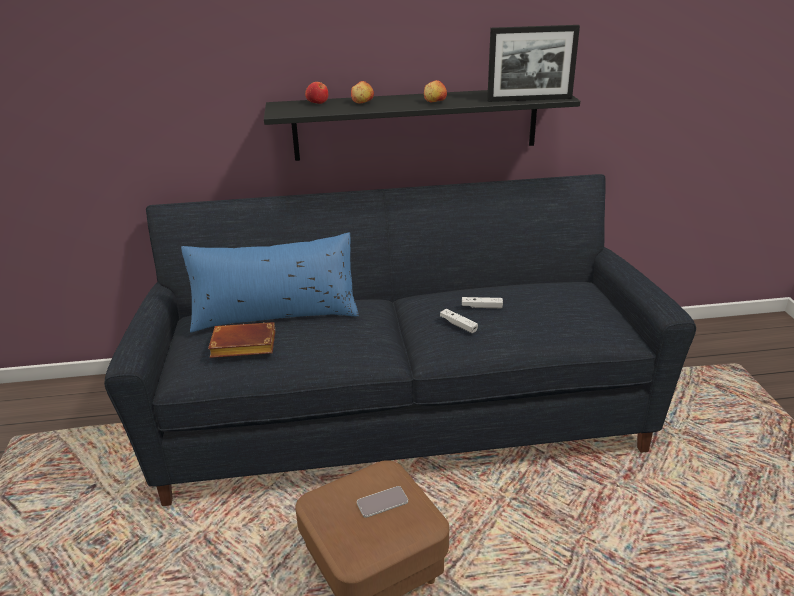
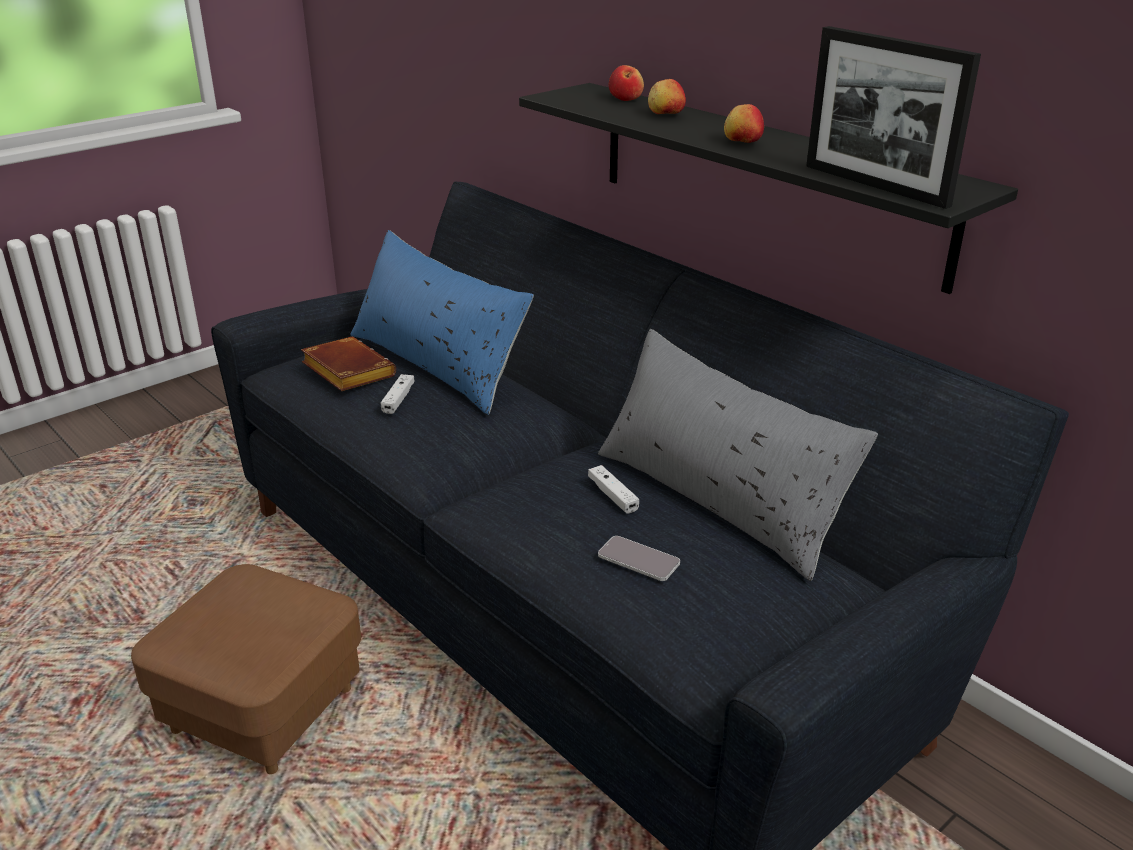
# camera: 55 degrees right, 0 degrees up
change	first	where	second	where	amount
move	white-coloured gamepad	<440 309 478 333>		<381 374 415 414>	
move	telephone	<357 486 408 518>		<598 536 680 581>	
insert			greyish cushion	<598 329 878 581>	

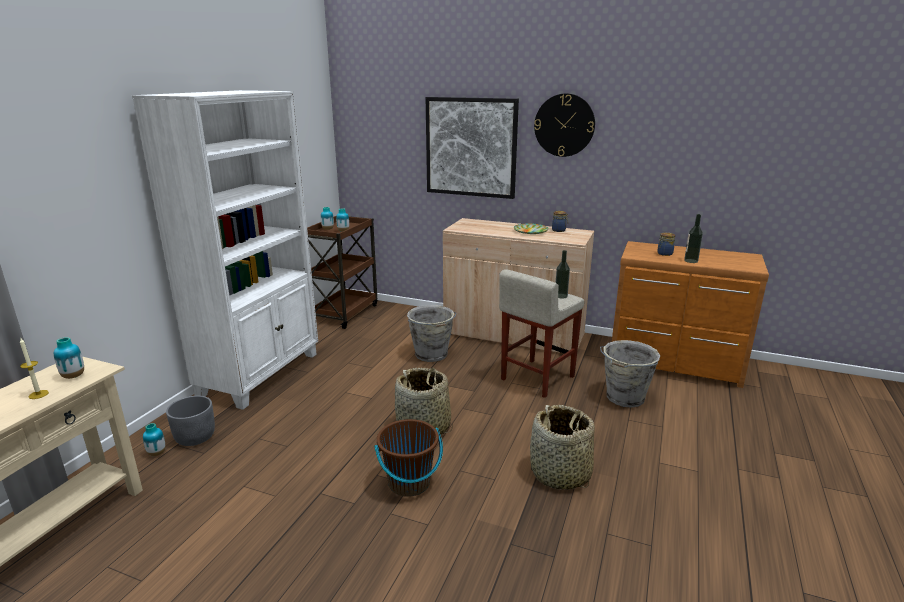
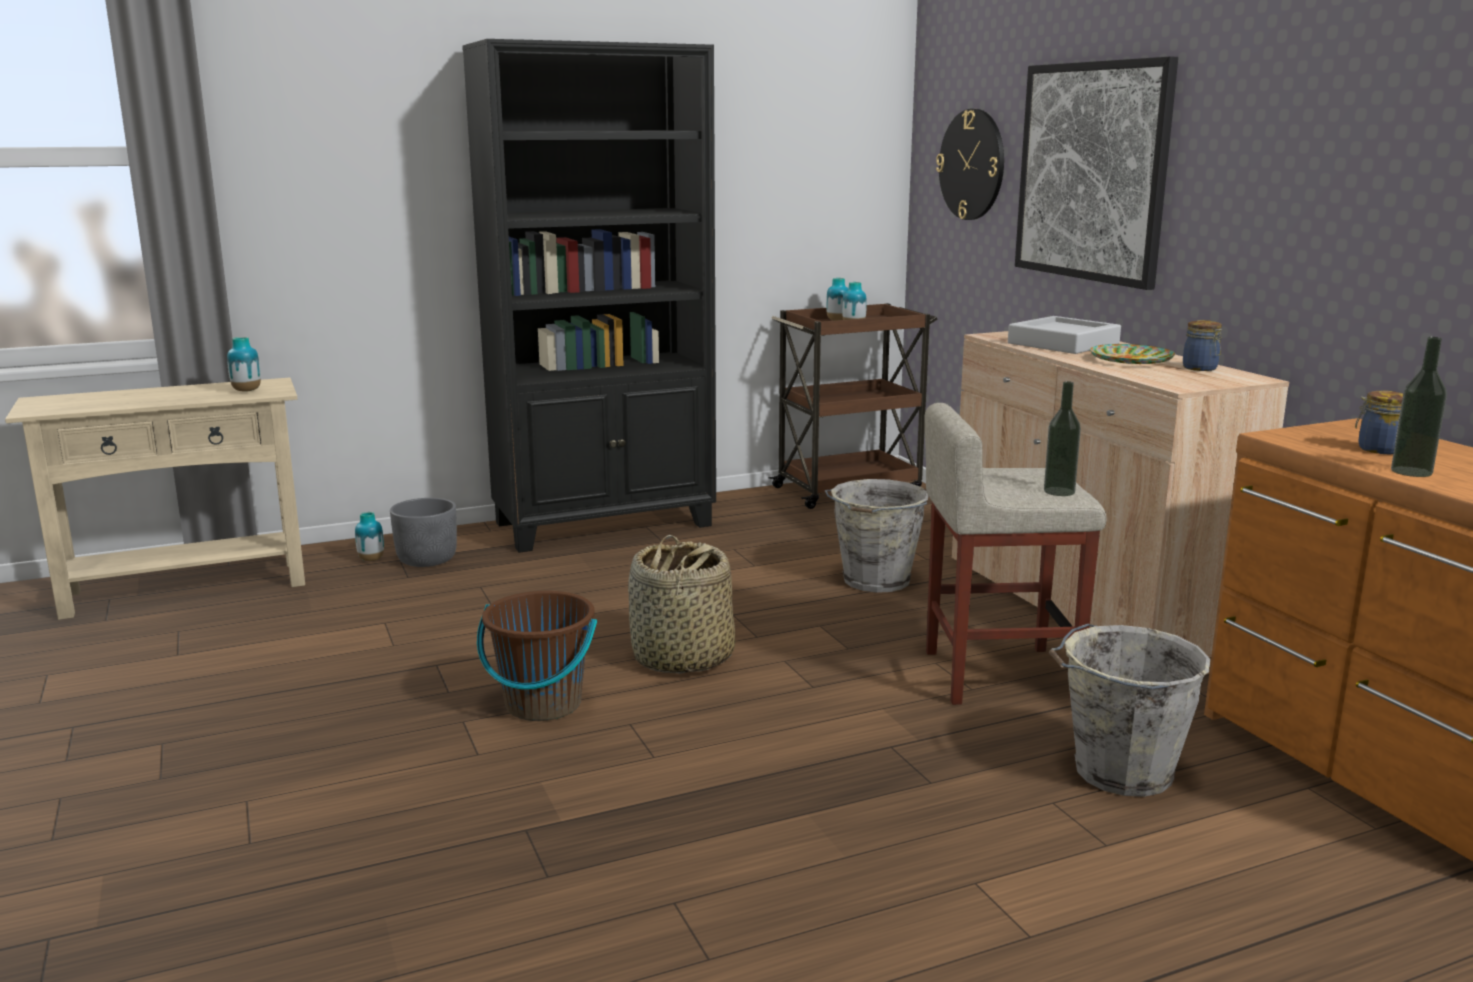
# camera: 45 degrees right, 5 degrees down
change	first	where	second	where	amount
recolor	white-coloured shelving unit	<132 90 318 410>	black-coloured shelving unit	<462 39 716 553>	
move	hanging clock	<534 93 595 157>		<936 109 1004 220>	
delete	candle	<20 339 49 399>			
delete	storage basket	<530 405 595 490>			
insert			greyish tray	<1008 316 1121 354>	

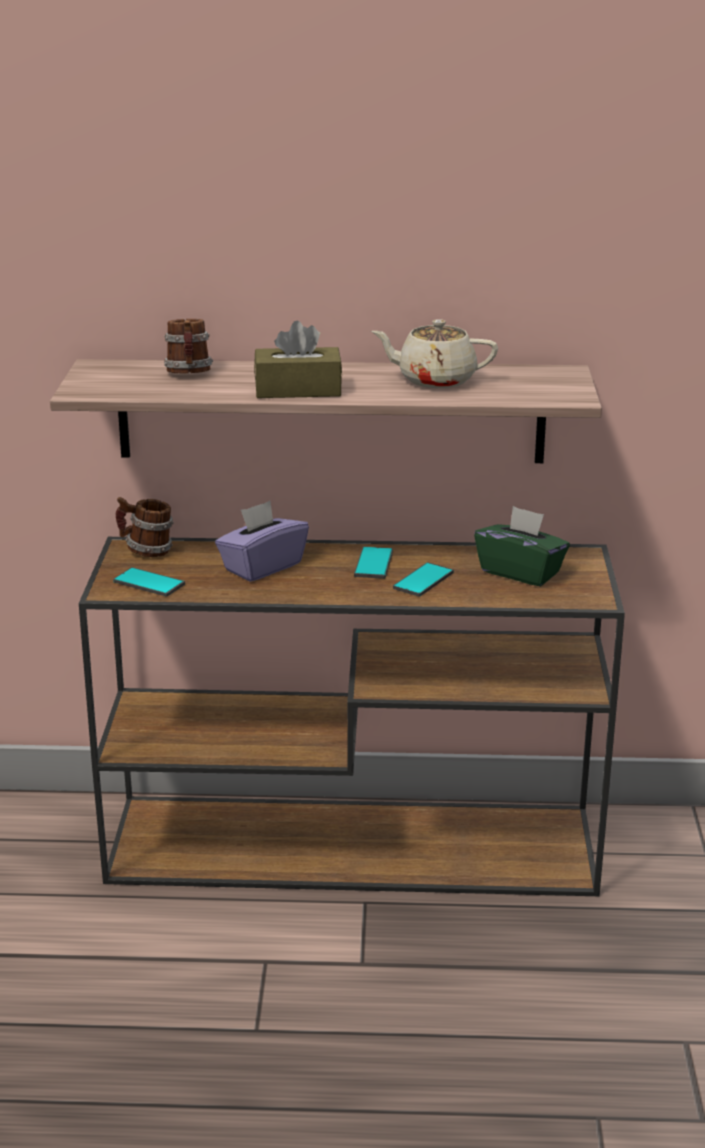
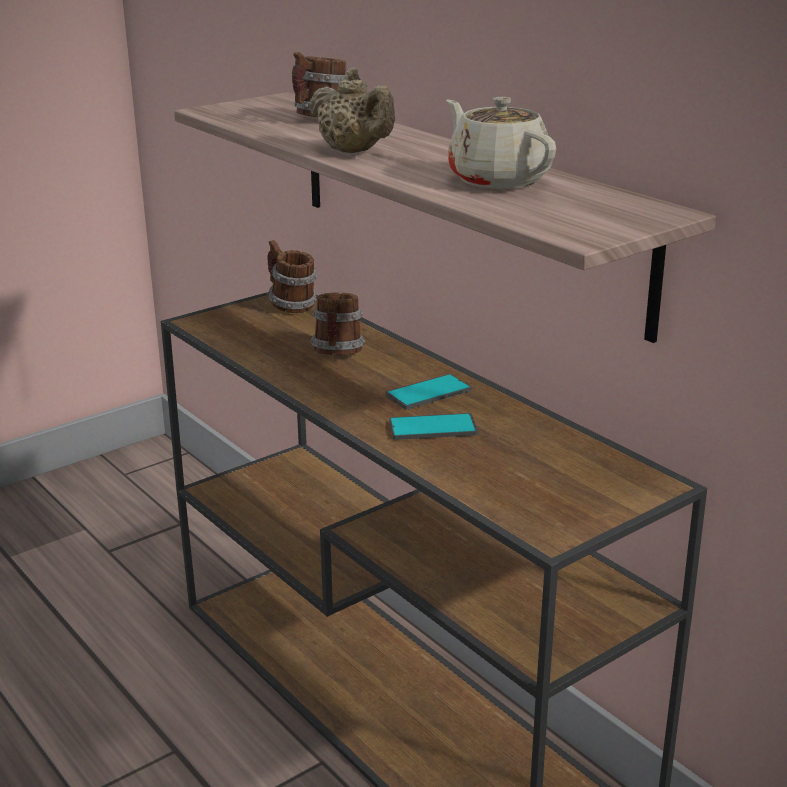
# camera: 50 degrees right, 0 degrees up
change	first	where	second	where	amount
replace	brown box of tissues	<254 321 342 398>	sand-coloured tea pot	<309 67 395 153>	
replace	purple box of tissues	<215 501 309 582>	mug	<310 293 365 355>	
delete	green box of tissues	<474 506 570 586>			
delete	telephone	<113 567 185 597>			

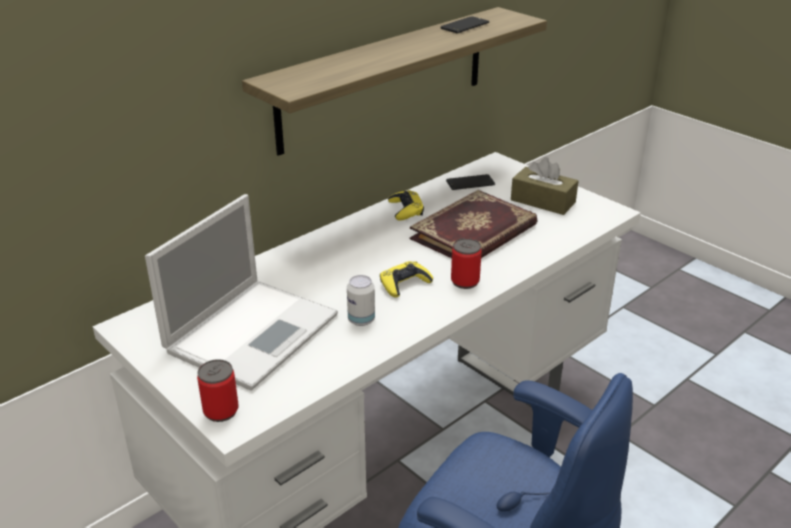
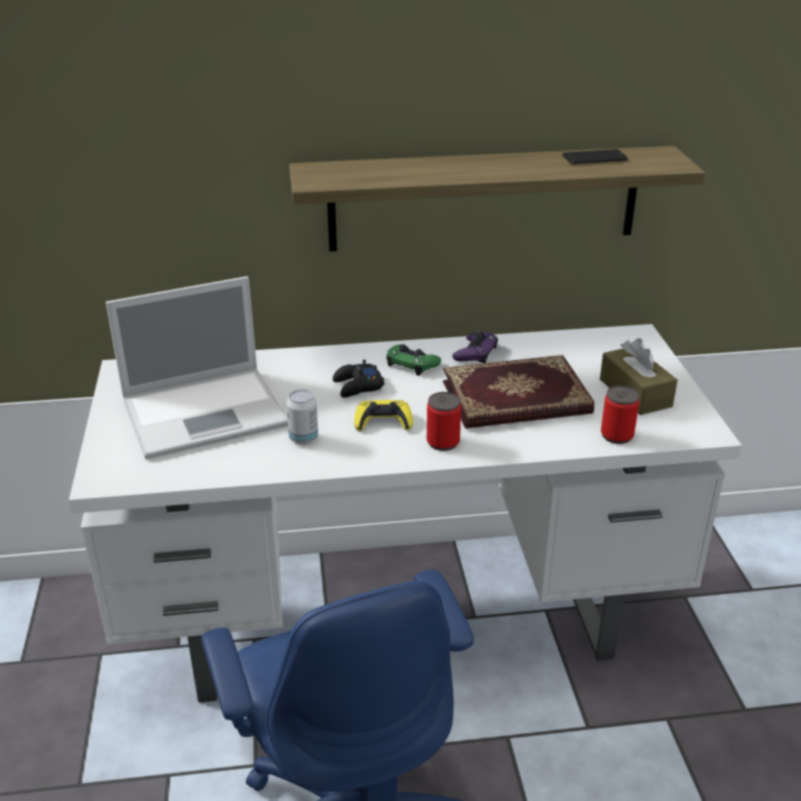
# camera: 35 degrees right, 0 degrees up
change	first	where	second	where	amount
delete	telephone	<446 174 495 190>			
recolor	yellowish gamepad	<388 190 424 220>	purple gamepad	<452 331 498 363>	
move	metal can	<197 359 239 422>		<601 386 640 444>	
insert			green gamepad	<386 344 441 376>	
insert			black-coloured gamepad	<333 360 384 398>	

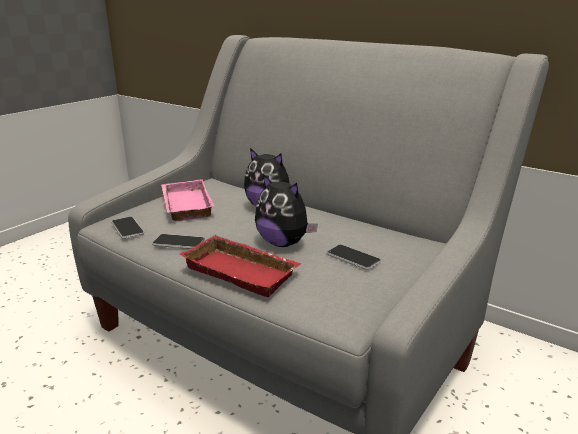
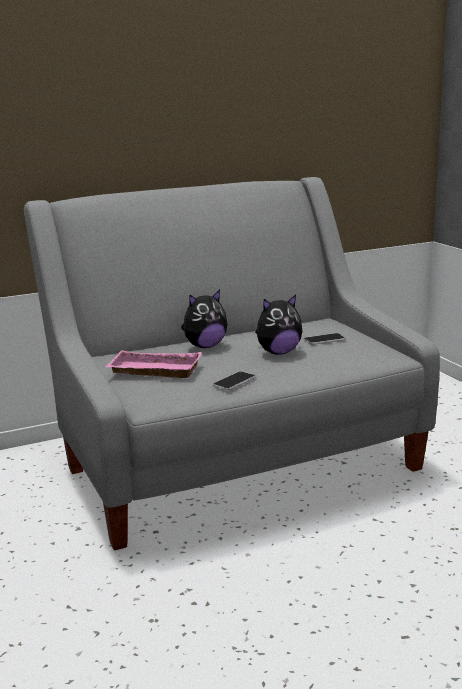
# camera: 60 degrees left, 5 degrees down
change	first	where	second	where	amount
delete	telephone	<111 217 144 239>			
delete	red tray	<179 235 301 297>			

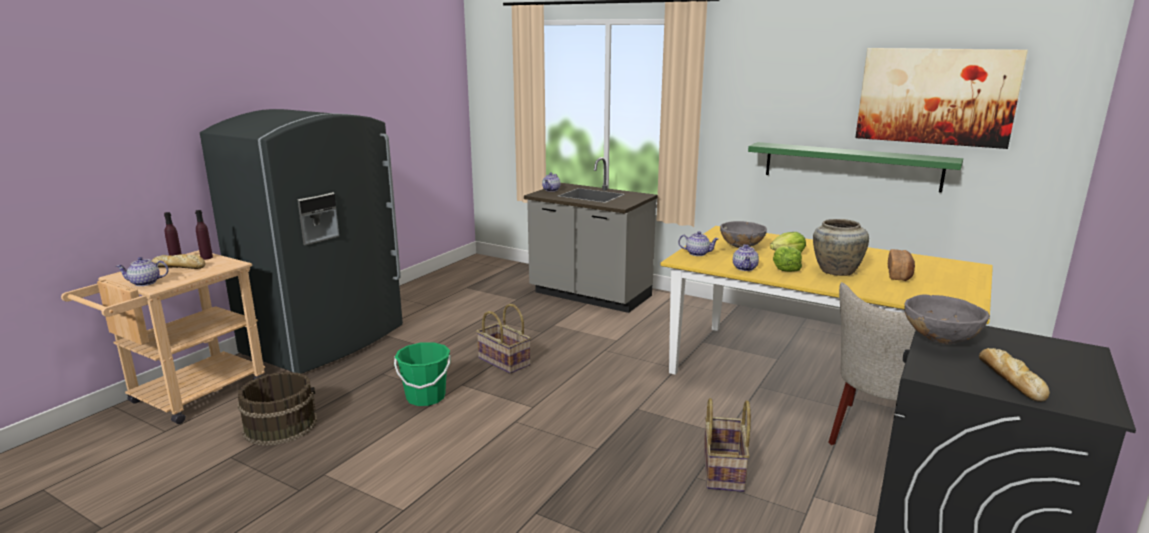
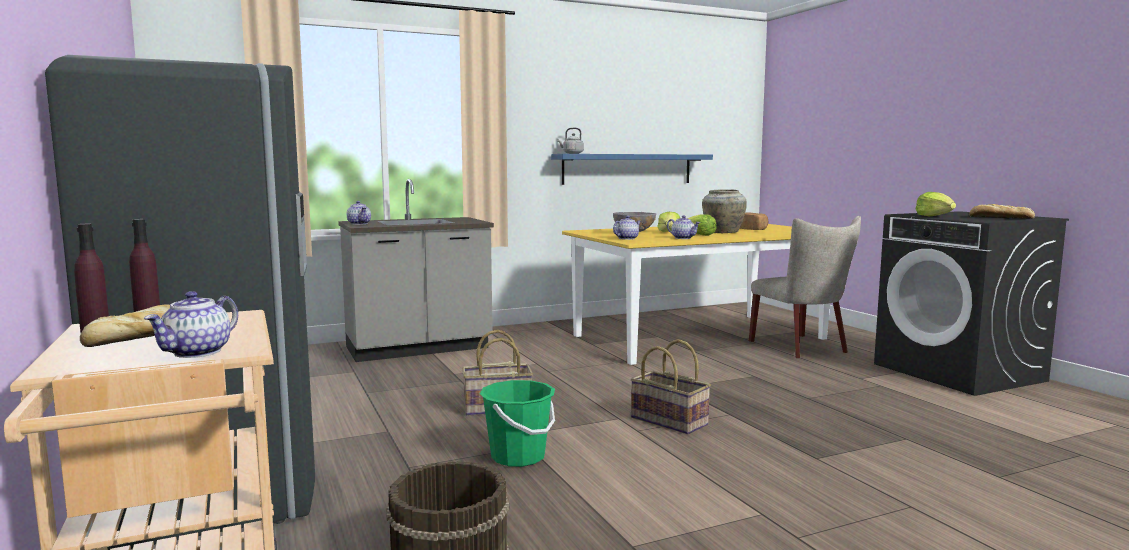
# camera: 55 degrees left, 10 degrees down
change	first	where	second	where	amount
delete	wall art	<855 48 1028 149>			
recolor	green wall shelf	<748 142 963 193>	blue-coloured wall shelf	<551 154 713 185>	
replace	greyish bowl	<904 294 990 344>	lettuce	<916 192 956 216>	
move	storage basket	<704 398 751 492>		<630 339 711 434>	
insert			greyish kettle	<558 128 584 154>	

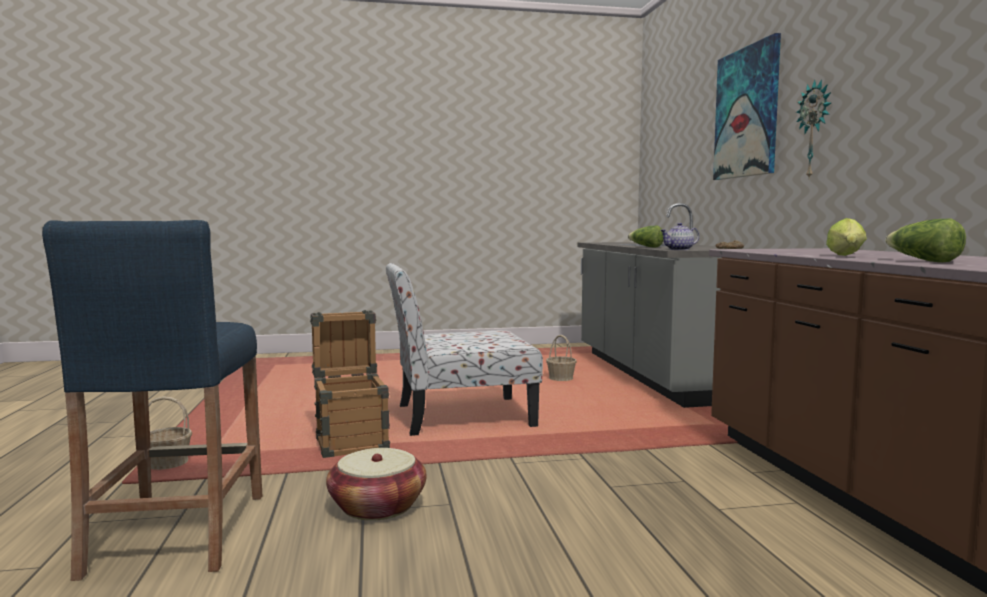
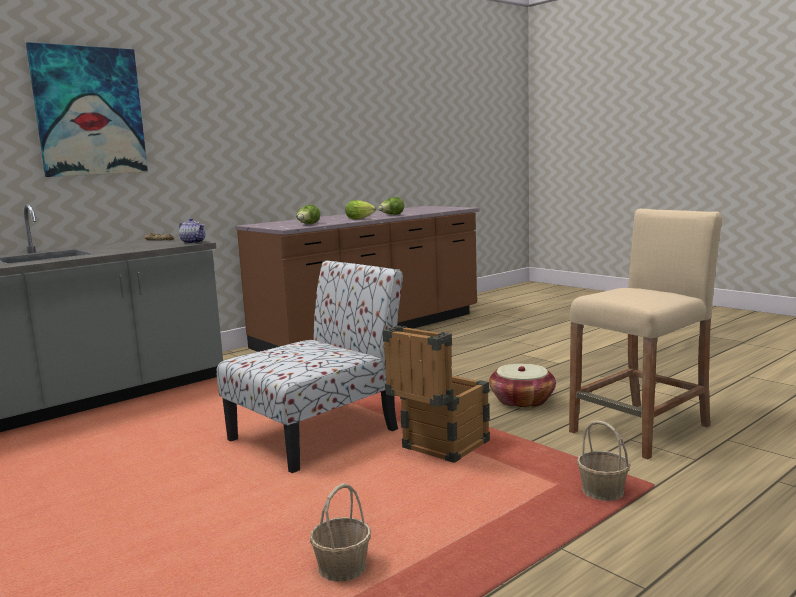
# camera: 120 degrees left, 5 degrees up
change	first	where	second	where	amount
delete	hanging clock	<796 79 831 178>			
recolor	blue-coloured stool seat	<42 220 262 581>	sand-coloured stool seat	<569 209 722 459>	
move	lettuce	<628 226 664 247>		<296 205 320 224>	
rotate	chair	<386 263 543 436>		<216 261 403 473>	90 degrees counterclockwise
move	storage basket	<546 335 577 381>		<310 483 371 582>	

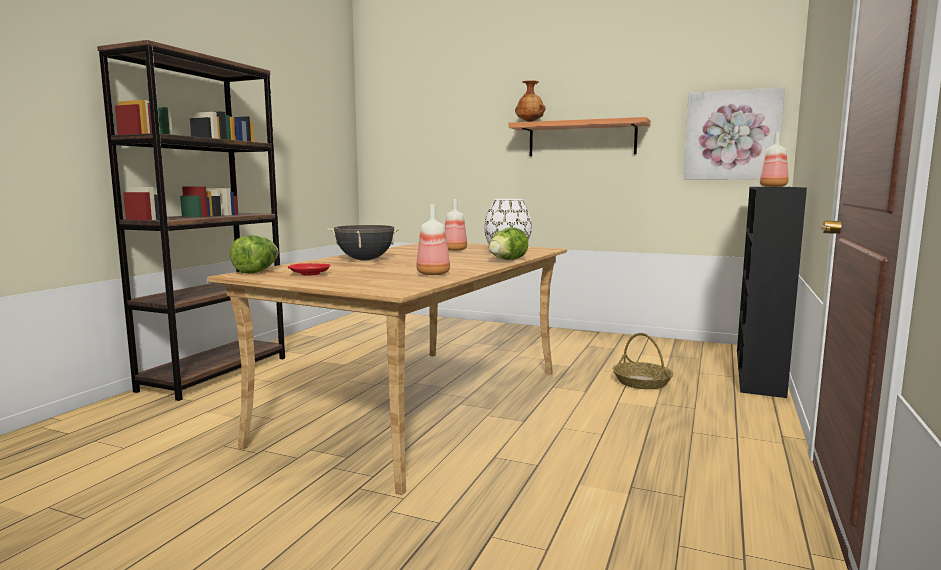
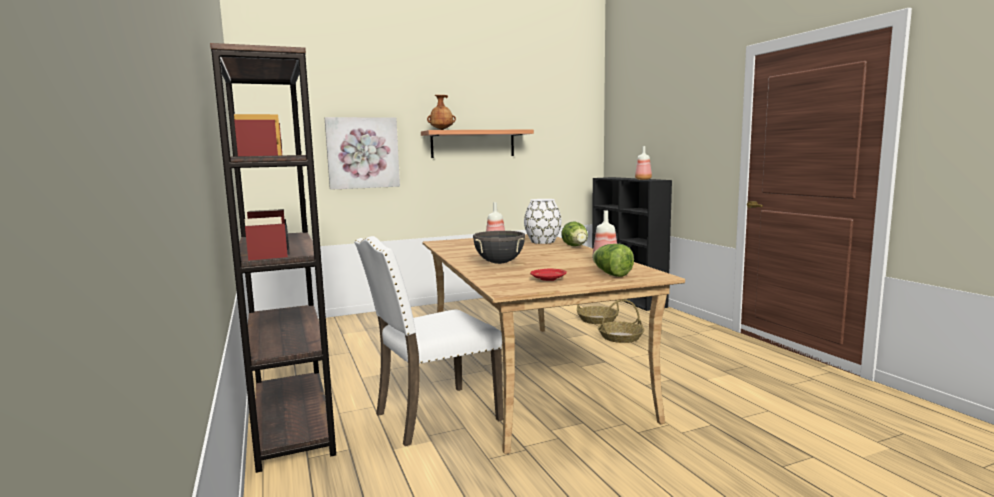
# camera: 45 degrees left, 0 degrees up
change	first	where	second	where	amount
move	wall art	<683 87 785 180>		<325 117 400 190>	
move	lettuce	<230 235 279 274>		<592 244 634 277>	
insert			white-coloured chair	<354 236 503 446>	
insert			storage basket	<598 299 644 343>	

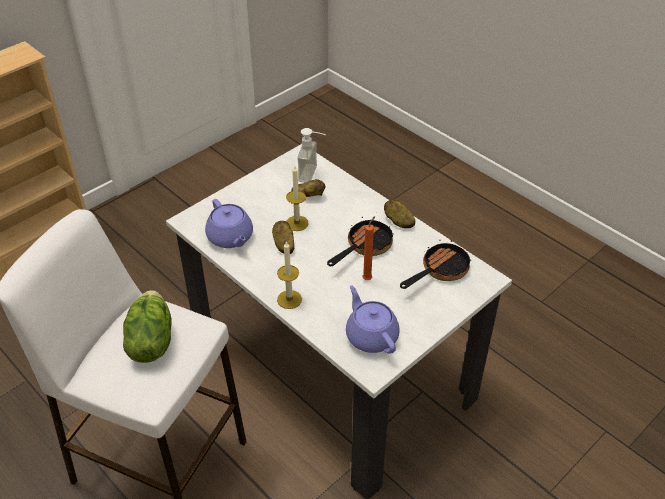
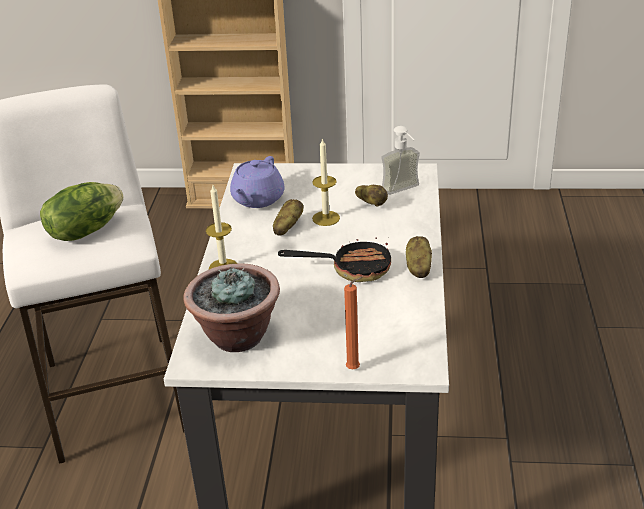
# camera: 50 degrees right, 10 degrees down
change	first	where	second	where	amount
move	orangey candle	<362 217 375 280>		<344 277 363 369>	
delete	skillet	<400 240 471 289>			
replace	purple tea pot	<346 285 399 354>	potted plant	<183 263 280 352>	

